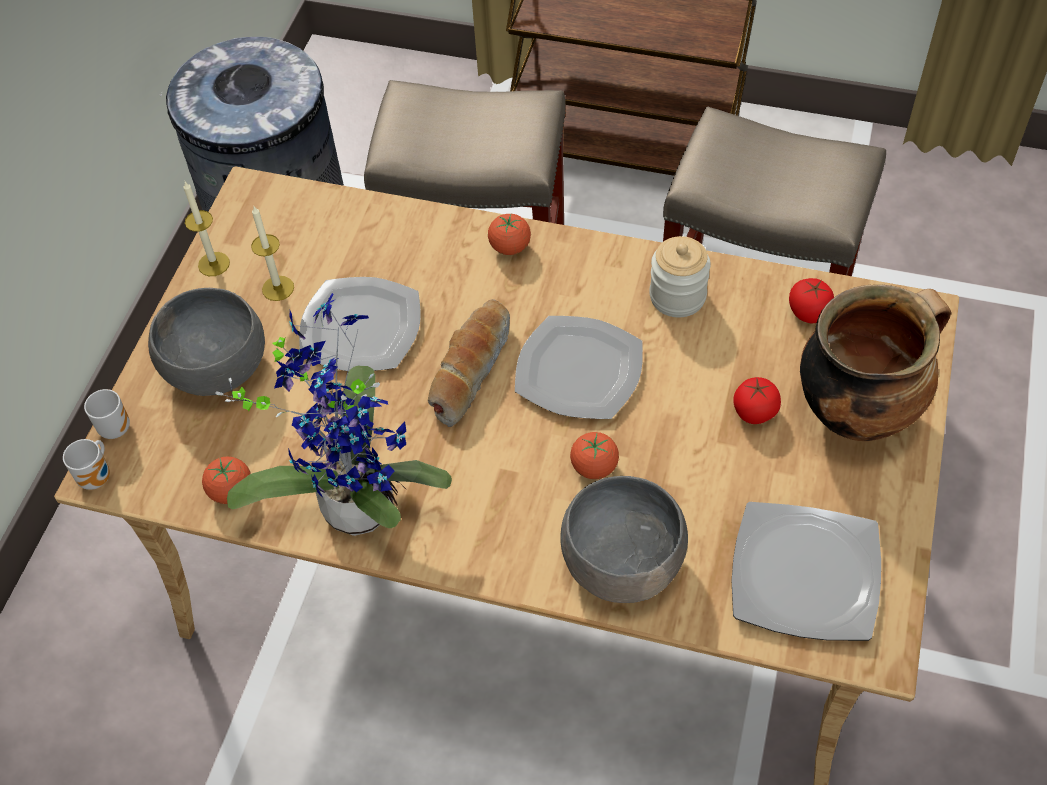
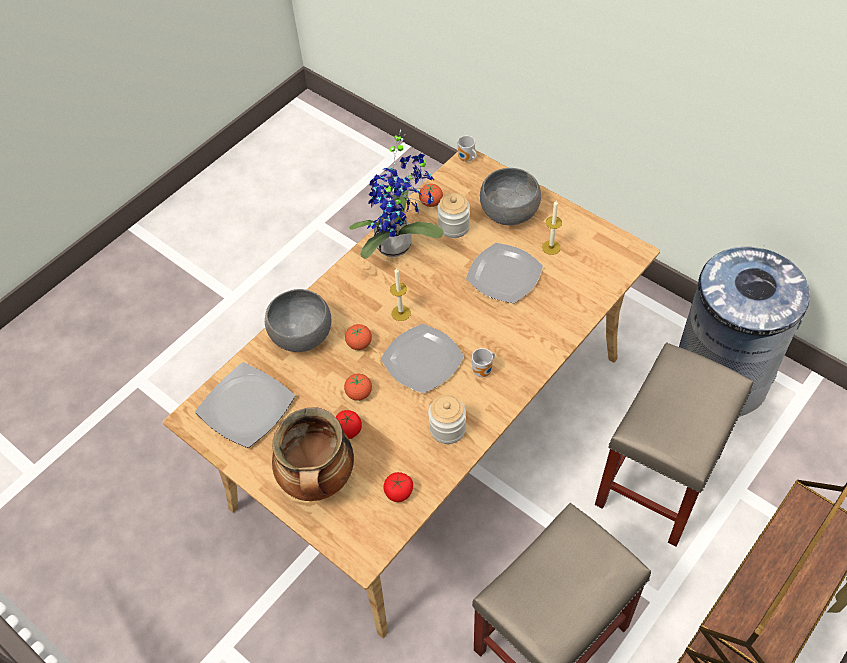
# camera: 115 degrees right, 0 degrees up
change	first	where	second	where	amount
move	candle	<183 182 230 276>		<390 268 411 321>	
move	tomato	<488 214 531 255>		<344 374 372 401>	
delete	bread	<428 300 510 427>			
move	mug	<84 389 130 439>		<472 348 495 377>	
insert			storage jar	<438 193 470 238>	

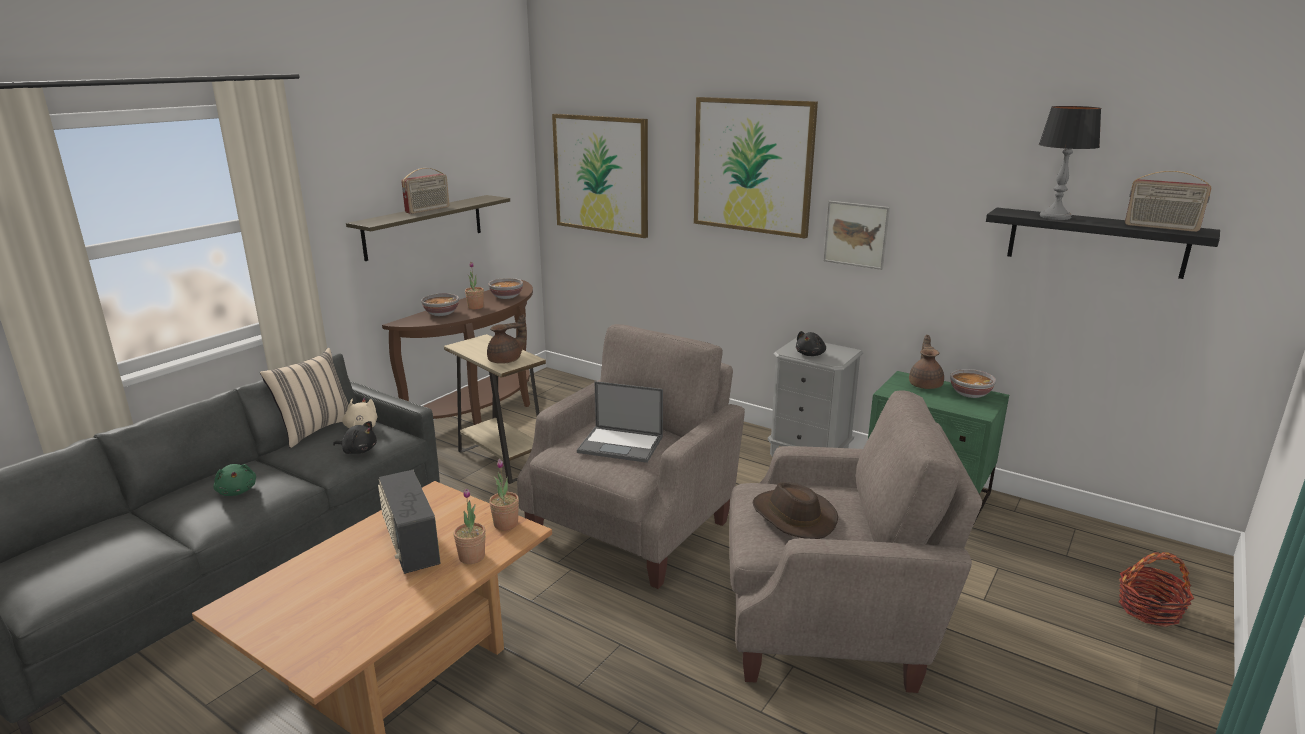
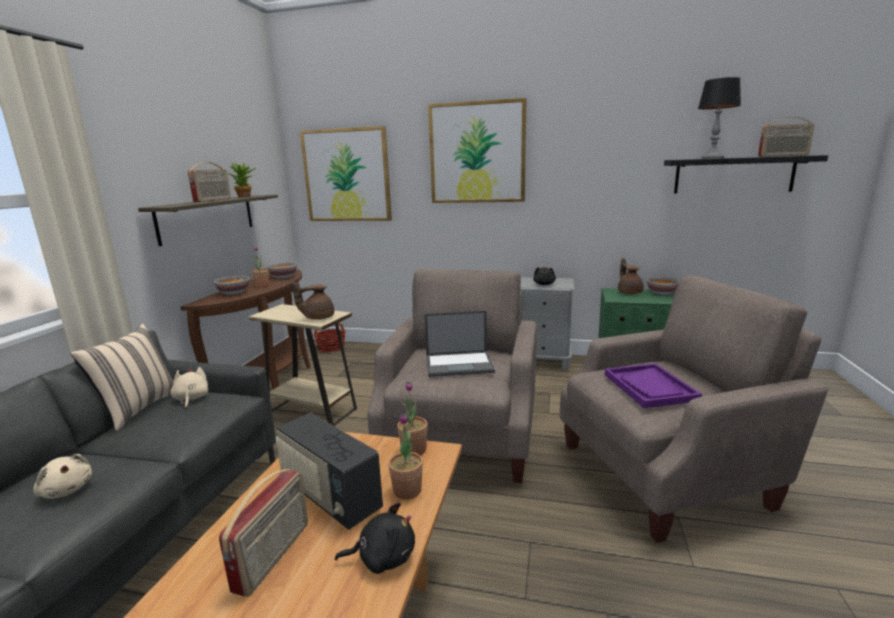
# camera: 20 degrees left, 5 degrees down
change	first	where	second	where	amount
delete	wall art	<824 201 890 270>			
rotate	brown tea pot	<487 314 526 364>		<292 282 334 320>	150 degrees counterclockwise
move	black-coloured plush toy	<333 421 377 454>		<335 502 415 574>	
recolor	green plush toy	<214 464 256 496>	sand-coloured plush toy	<33 454 92 499>	
replace	brown hat	<753 482 838 539>	purple tray	<605 363 702 408>	
move	storage basket	<1119 552 1194 627>		<313 322 346 352>	
insert			potted plant	<228 162 256 197>	
insert			radio set	<219 469 308 597>	

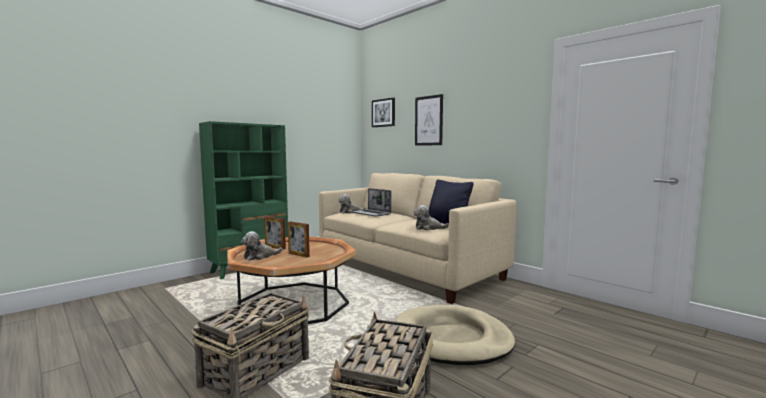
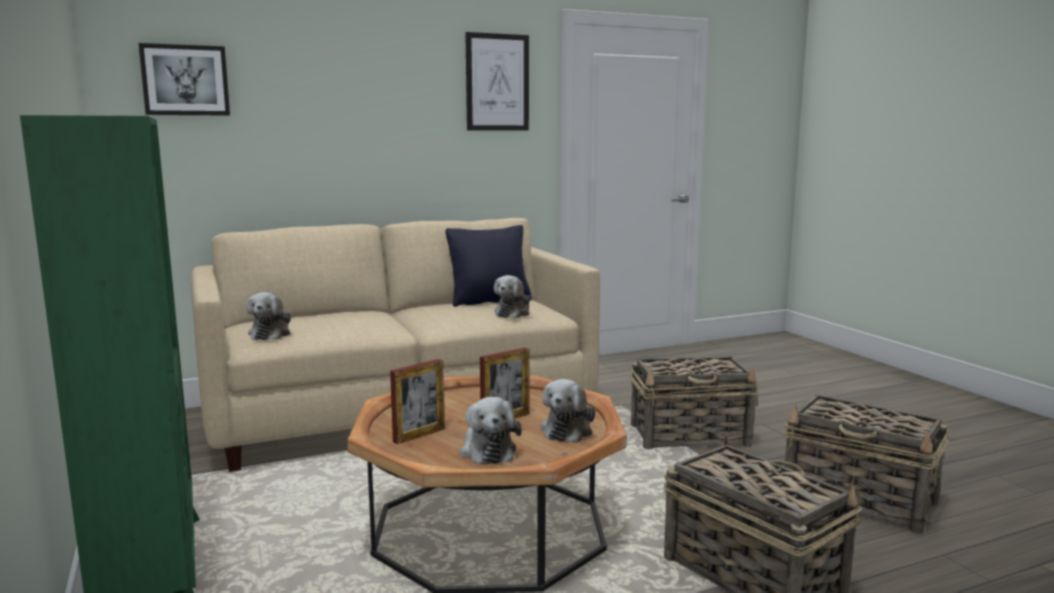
# camera: 70 degrees left, 5 degrees up
change	first	where	second	where	amount
move	wall art	<415 94 443 146>		<465 32 529 131>	
delete	portable computer	<352 188 392 217>			
replace	sand-coloured dog bed	<395 305 515 365>	storage basket	<631 357 758 449>	
insert			plush toy	<541 379 596 443>	

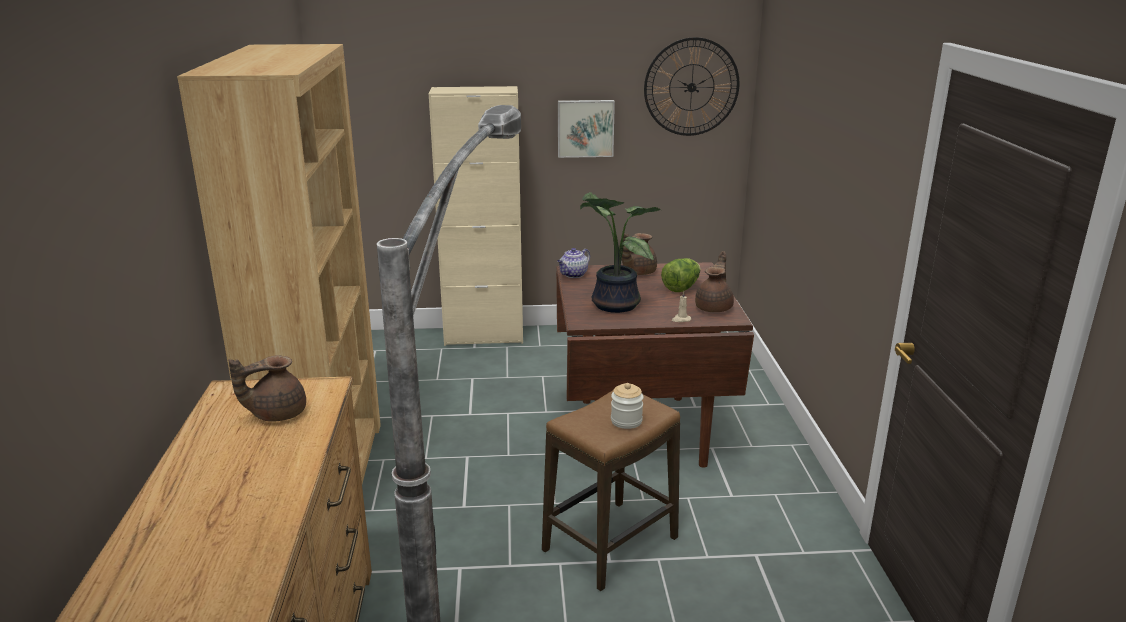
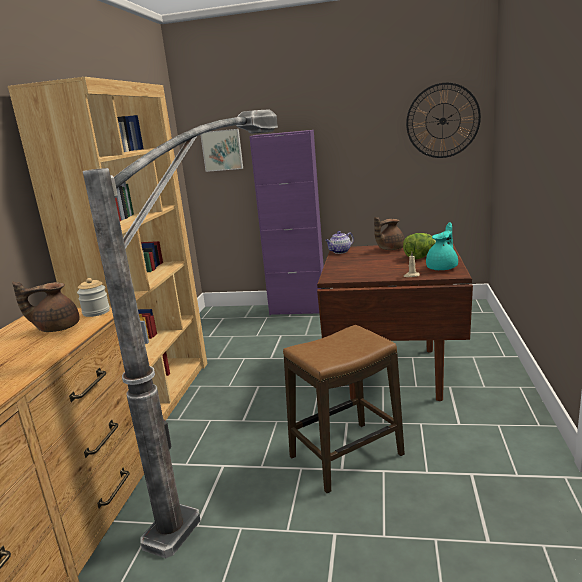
# camera: 15 degrees right, 5 degrees down
change	first	where	second	where	amount
recolor	sand-coloured storage cabinet	<429 86 523 346>	purple storage cabinet	<249 130 324 315>	
move	wall art	<558 100 615 158>		<201 129 243 172>	
delete	potted plant	<580 192 661 313>			
recolor	brown tea pot	<695 251 734 312>	turquoise tea pot	<426 223 458 270>	
move	storage jar	<611 383 644 429>		<77 278 110 317>	

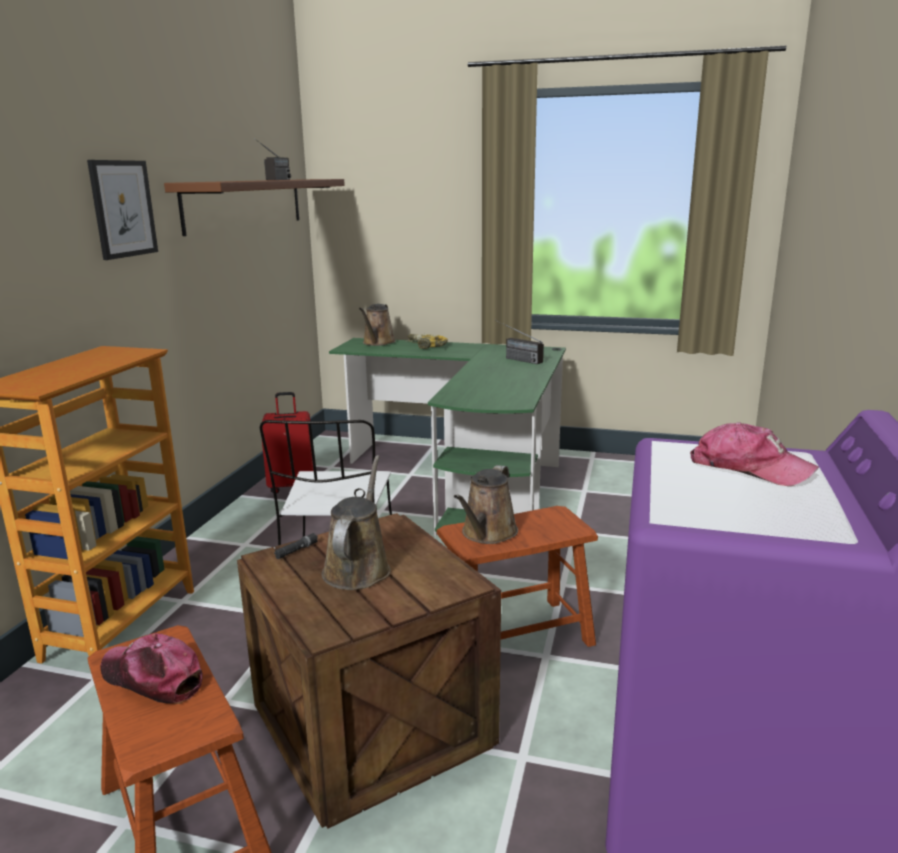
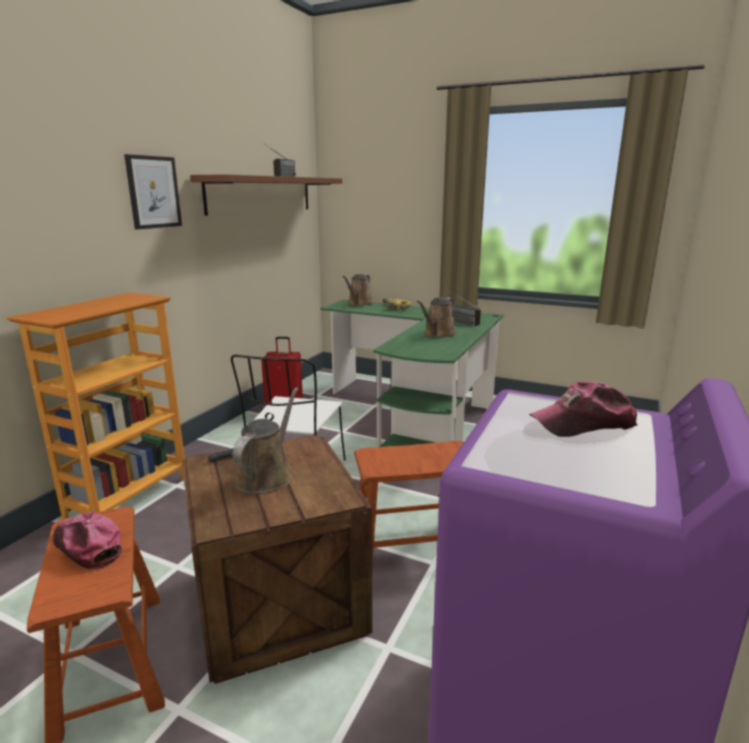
# camera: 10 degrees right, 0 degrees up
change	first	where	second	where	amount
rotate	peaked cap	<690 422 819 486>		<529 381 638 437>	120 degrees clockwise
move	brown watering can	<454 465 518 544>		<417 297 457 338>	

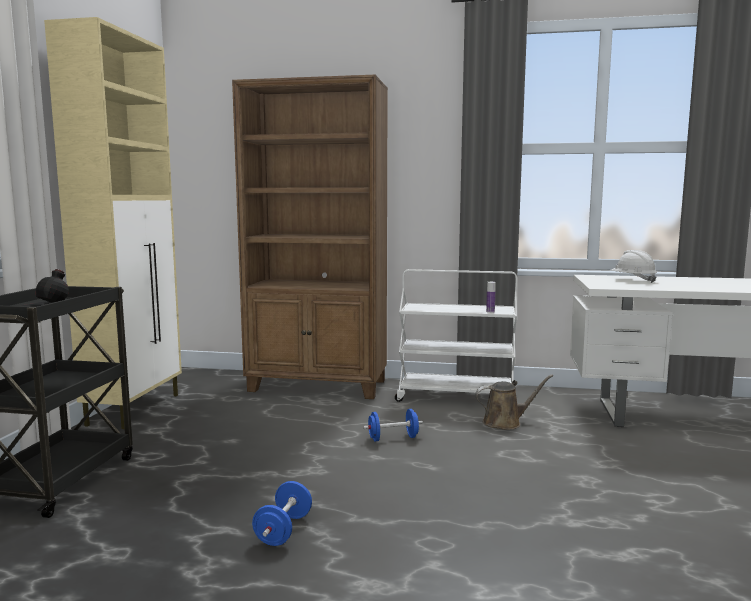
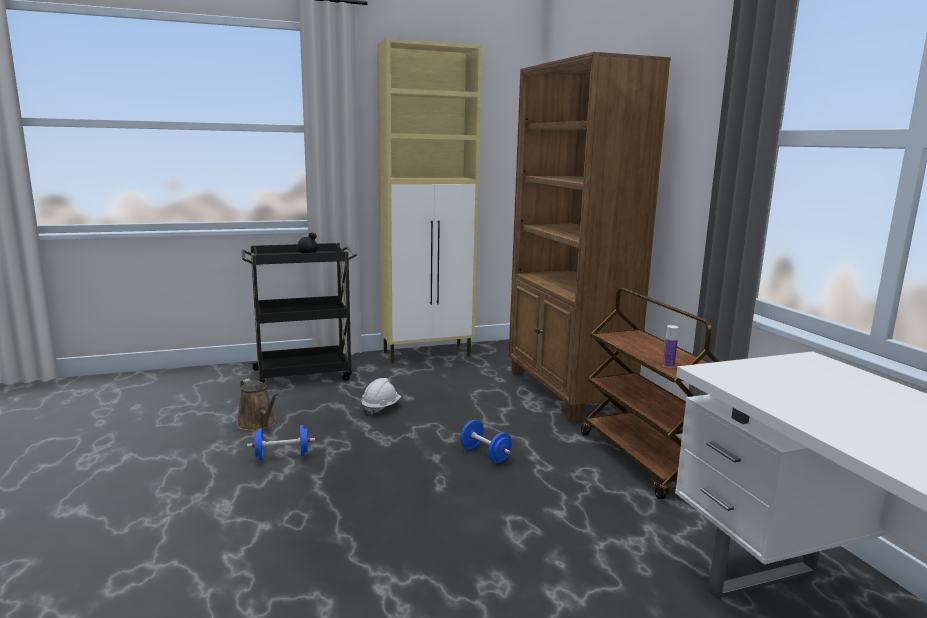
# camera: 60 degrees right, 5 degrees up
change	first	where	second	where	amount
move	white-coloured safety helmet	<610 250 657 283>		<361 378 401 415>	
recolor	white-coloured trolley	<395 269 517 402>	brown trolley	<581 288 720 500>	
move	brown watering can	<475 375 553 430>		<237 379 279 431>	

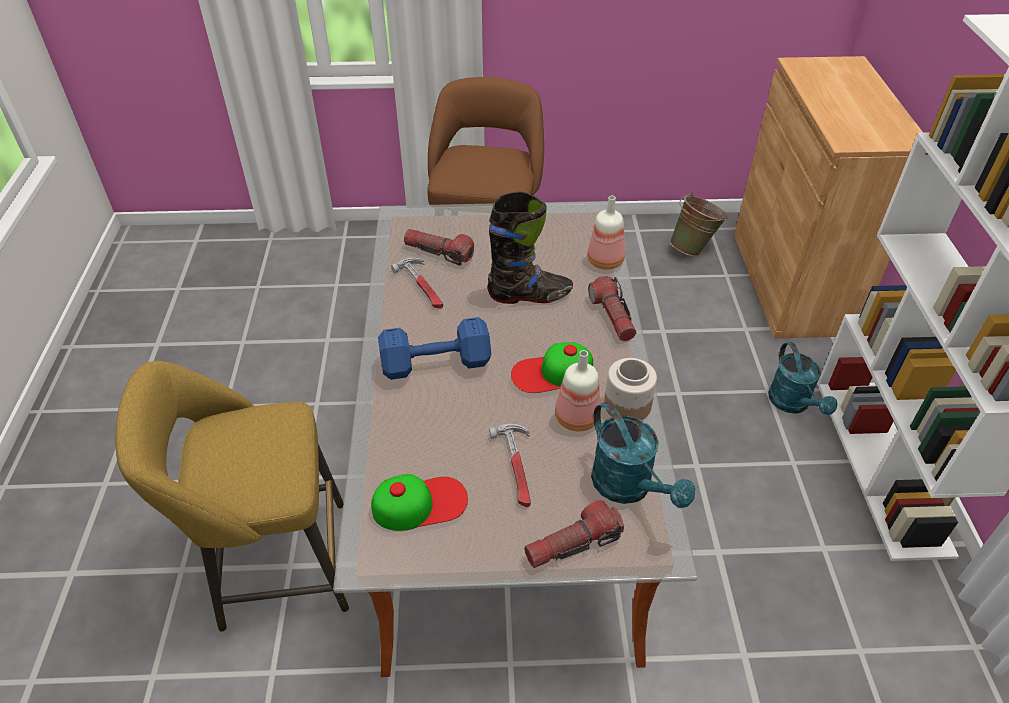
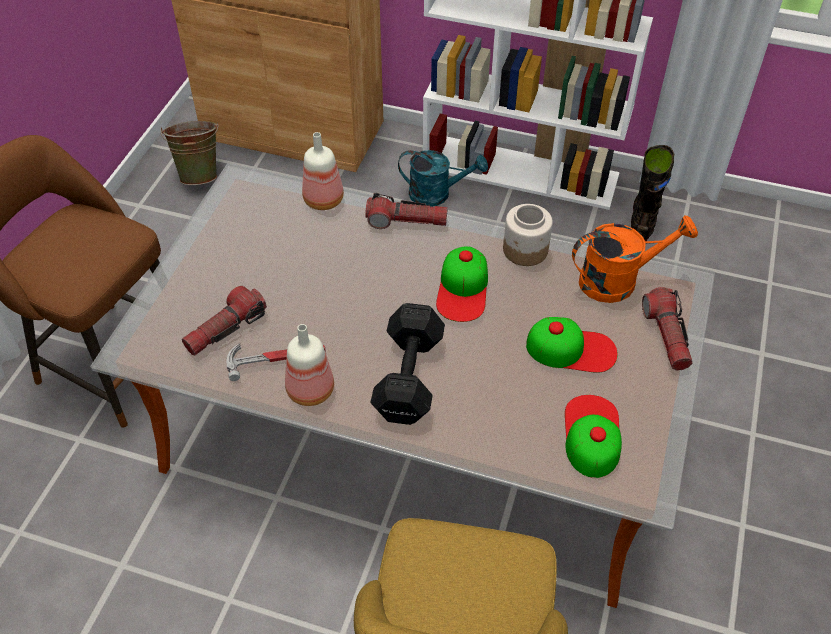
# camera: 70 degrees left, 5 degrees up
change	first	where	second	where	amount
move	black-coloured high-top boot	<487 191 573 304>		<631 145 674 241>	
recolor	blue-coloured dumbbell	<378 317 491 380>	black-coloured dumbbell	<370 303 445 425>	
move	drink bottle	<555 350 601 431>		<285 324 334 406>	
recolor	turquoise watering can	<591 402 695 508>	orangey watering can	<572 216 698 303>	
replace	tool hammer	<489 424 531 507>	peaked cap	<526 317 617 373>	

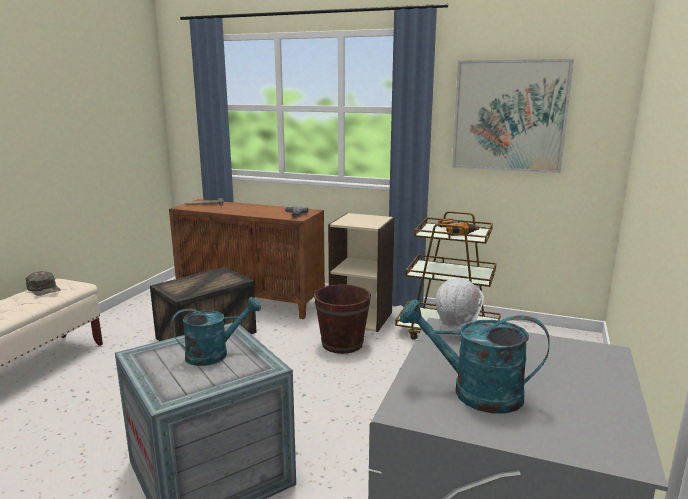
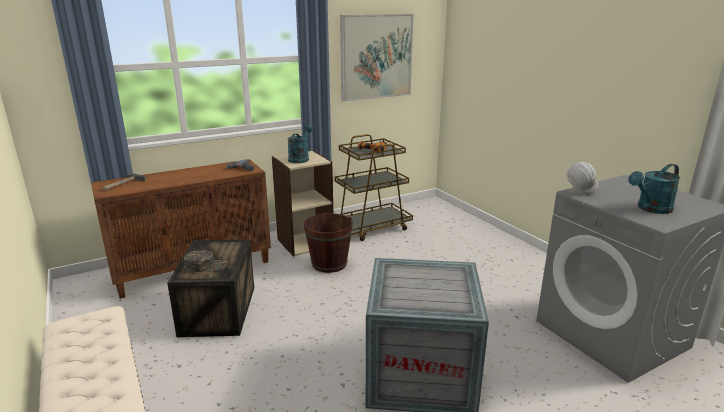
# camera: 50 degrees left, 5 degrees up
change	first	where	second	where	amount
move	green peaked cap	<26 271 61 296>		<184 250 228 272>	
move	turquoise watering can	<171 297 261 366>		<288 125 312 163>	

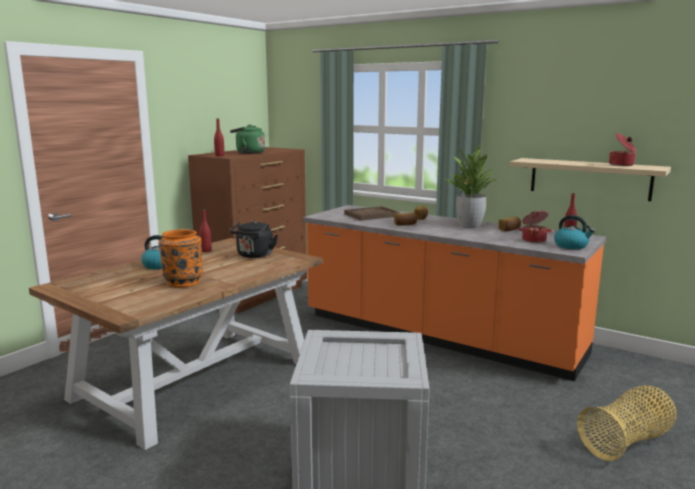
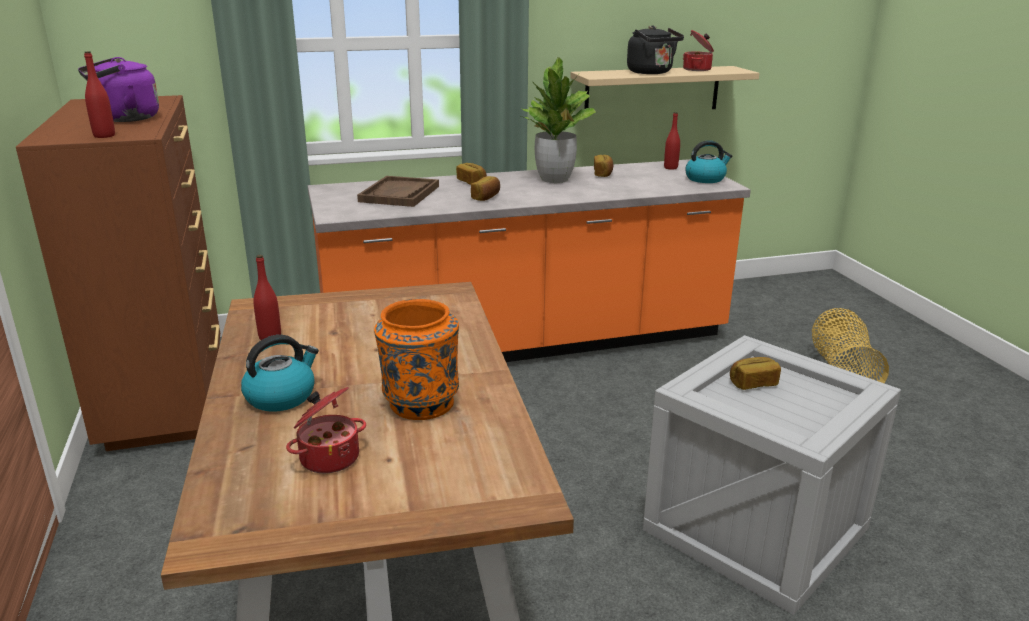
# camera: 50 degrees left, 10 degrees up
change	first	where	second	where	amount
recolor	green kettle	<230 125 265 154>	purple kettle	<78 57 159 122>	
move	cooking pot	<518 211 552 243>		<286 387 366 473>	
move	black-coloured kettle	<229 221 278 258>		<627 25 684 74>	
insert			bread	<730 357 781 390>	

